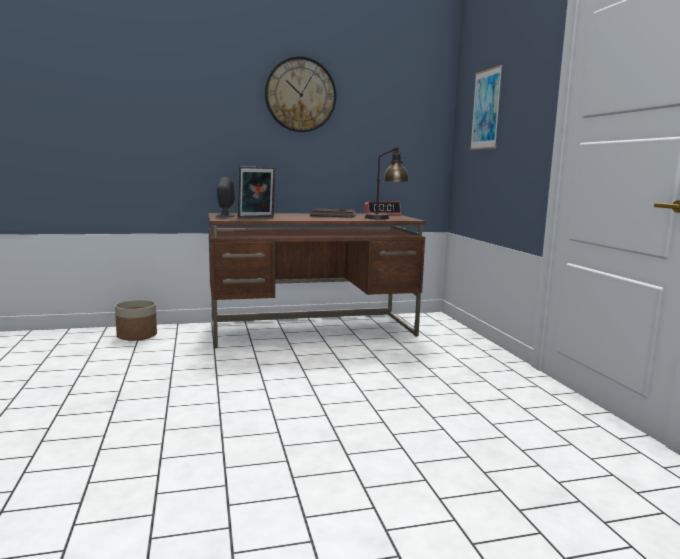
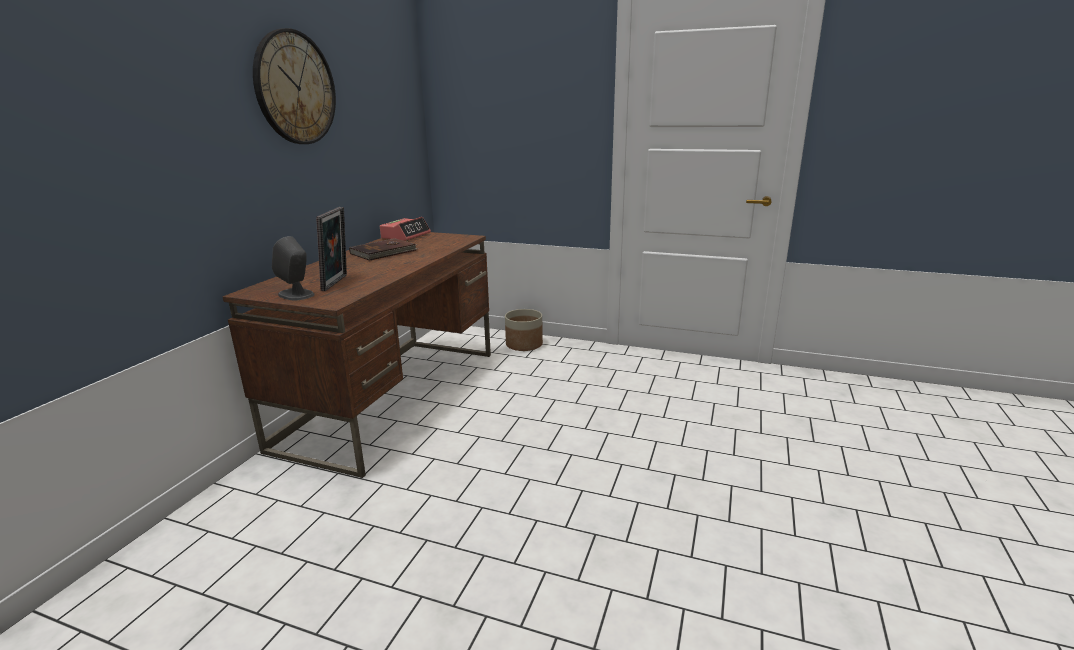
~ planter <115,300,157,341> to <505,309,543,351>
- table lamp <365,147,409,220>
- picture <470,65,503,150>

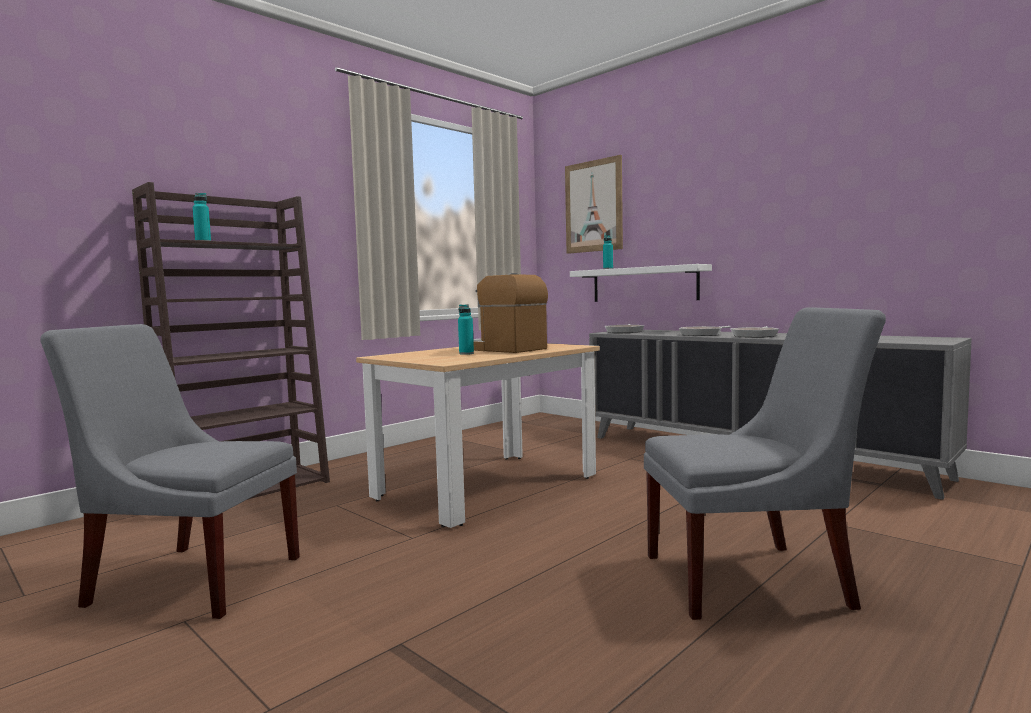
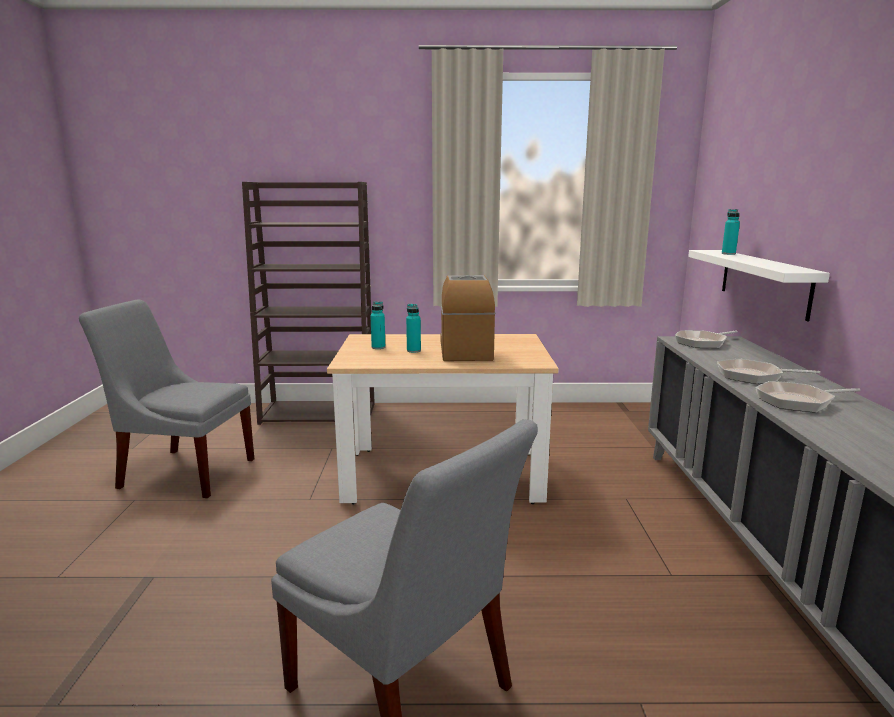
~ chair (grey) <40,324,300,619> = <79,299,254,498> 45 degrees counterclockwise
~ bottle (turquoise) <193,193,211,241> to <370,301,385,349>
- picture <565,155,623,254>

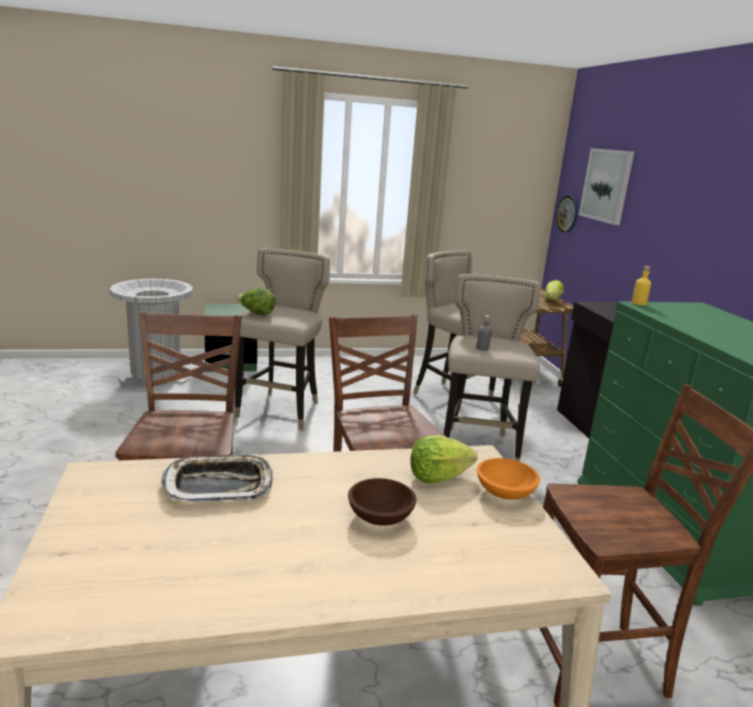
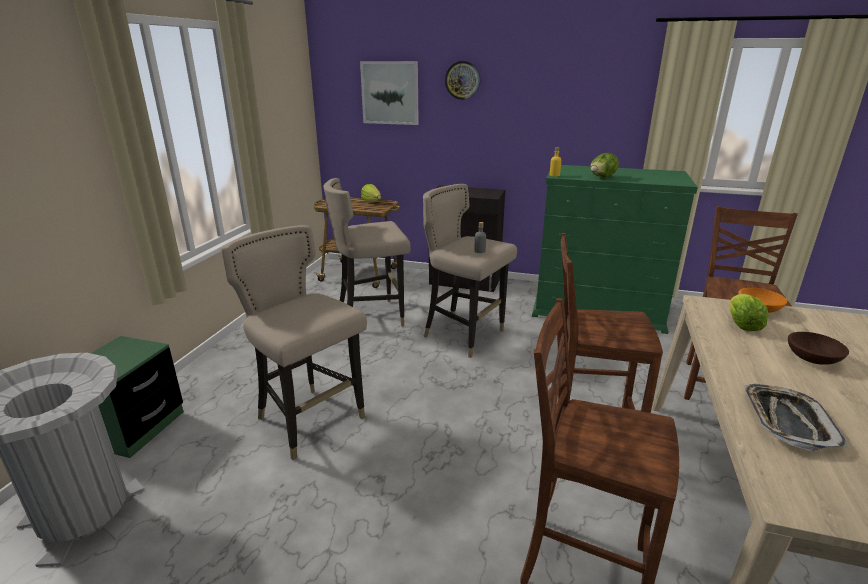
~ lettuce <236,288,275,315> to <590,153,619,177>
~ wall clock <556,195,578,233> to <445,61,481,100>

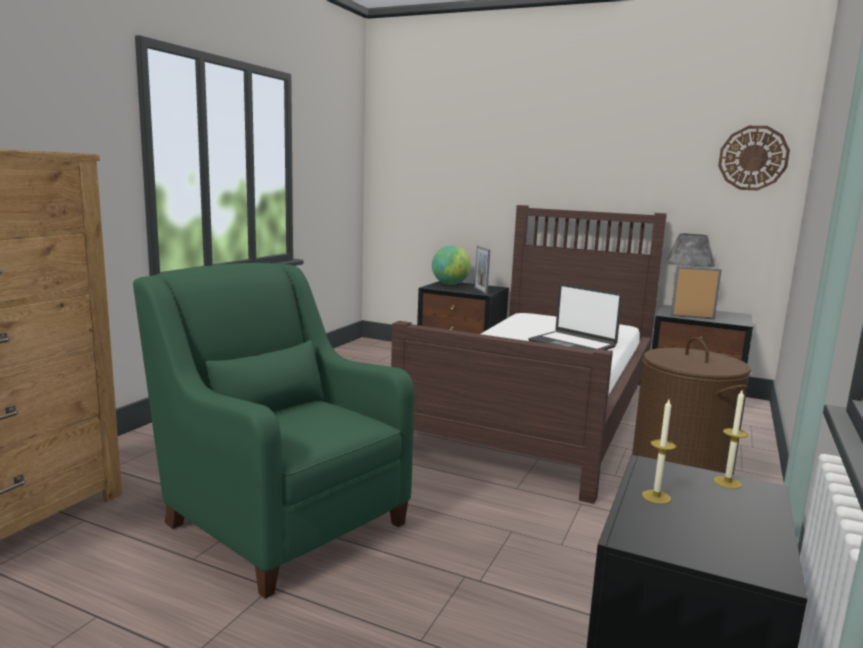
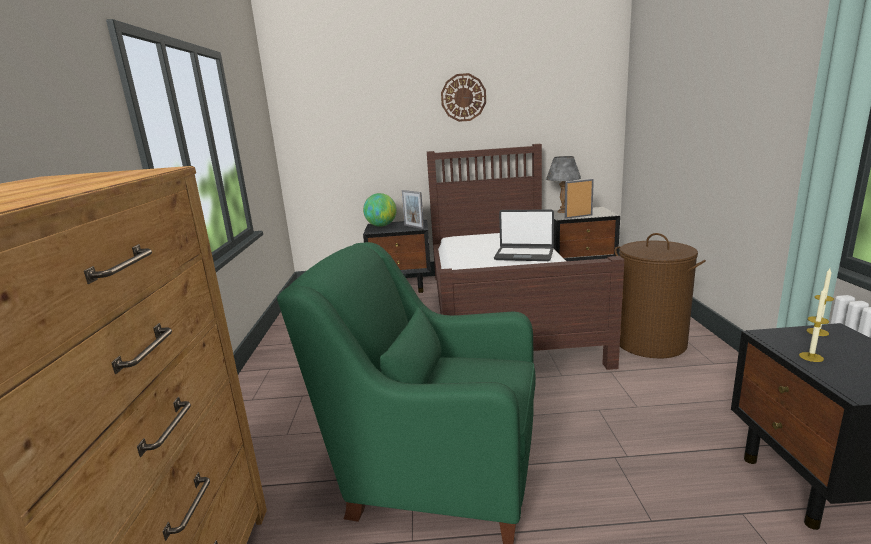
~ wall clock <718,126,790,191> to <441,73,486,122>

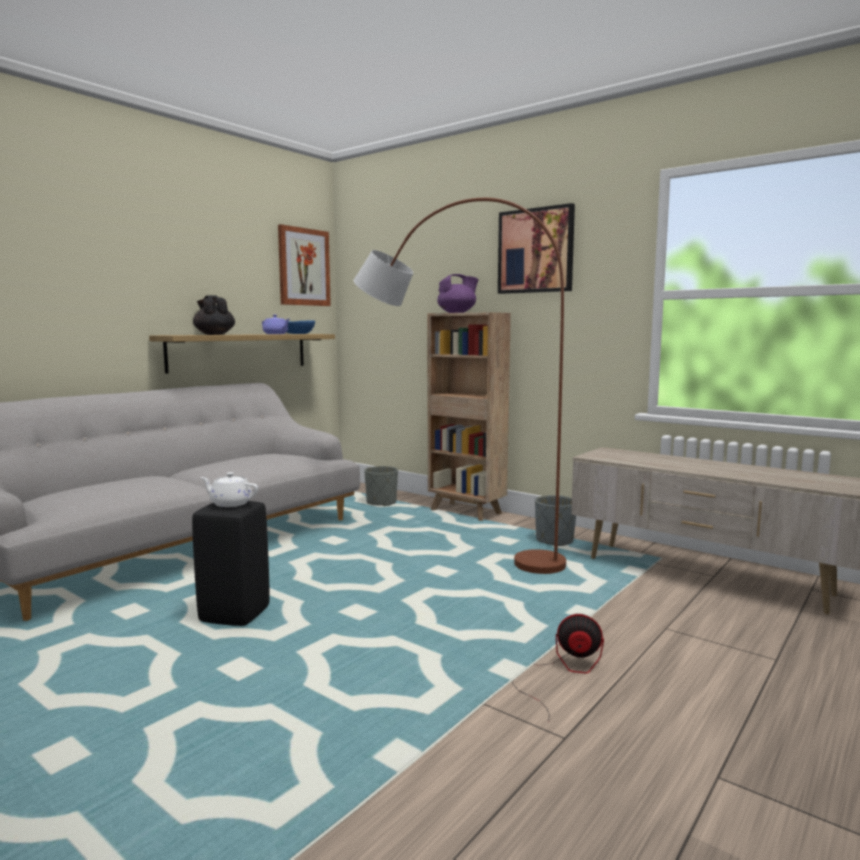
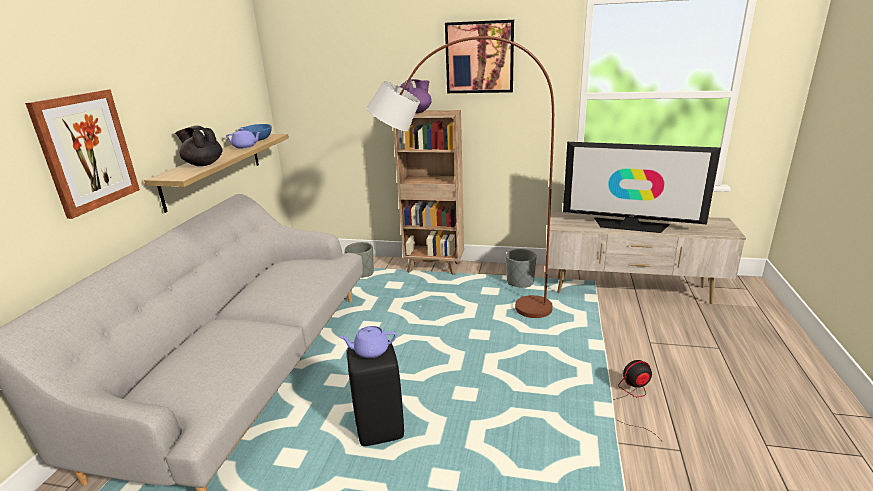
~ teapot (white) <200,472,258,507> to teapot (purple) <339,326,397,358>
~ picture <278,224,331,306> to <25,89,140,219>
+ television <563,142,721,233>

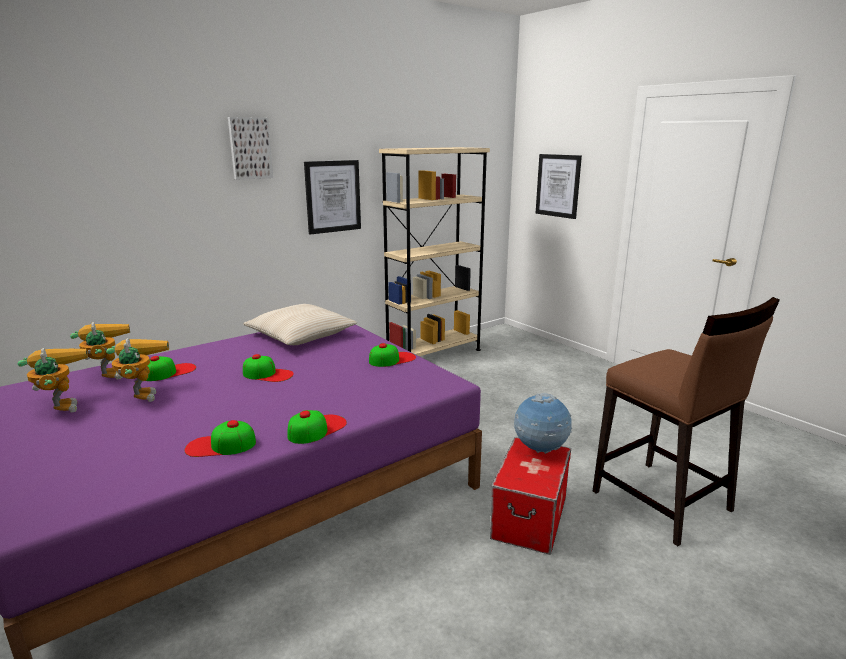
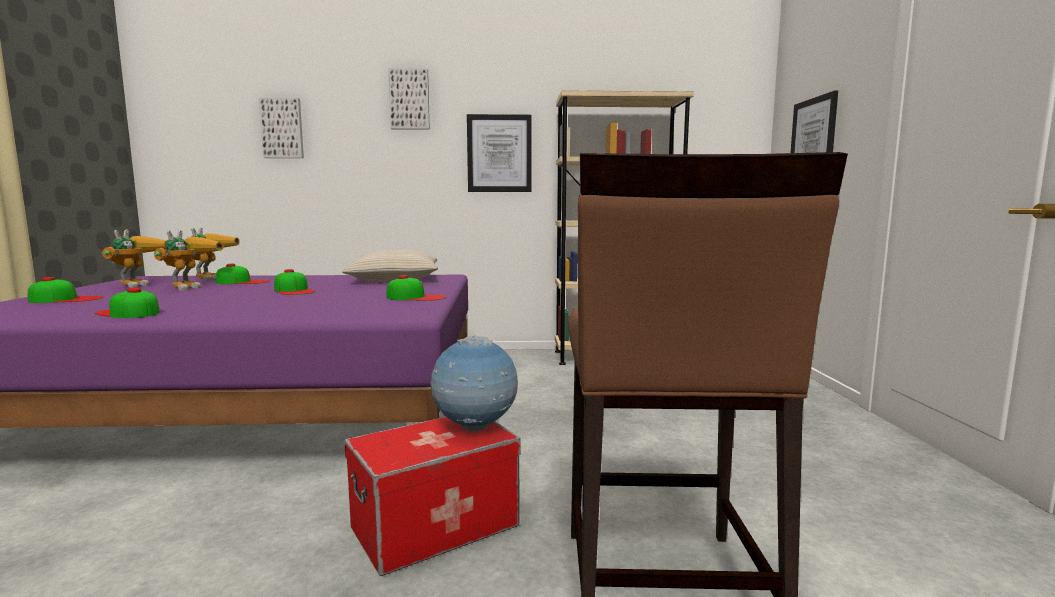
~ cap <287,410,347,444> to <28,277,104,303>
+ picture <259,98,304,158>

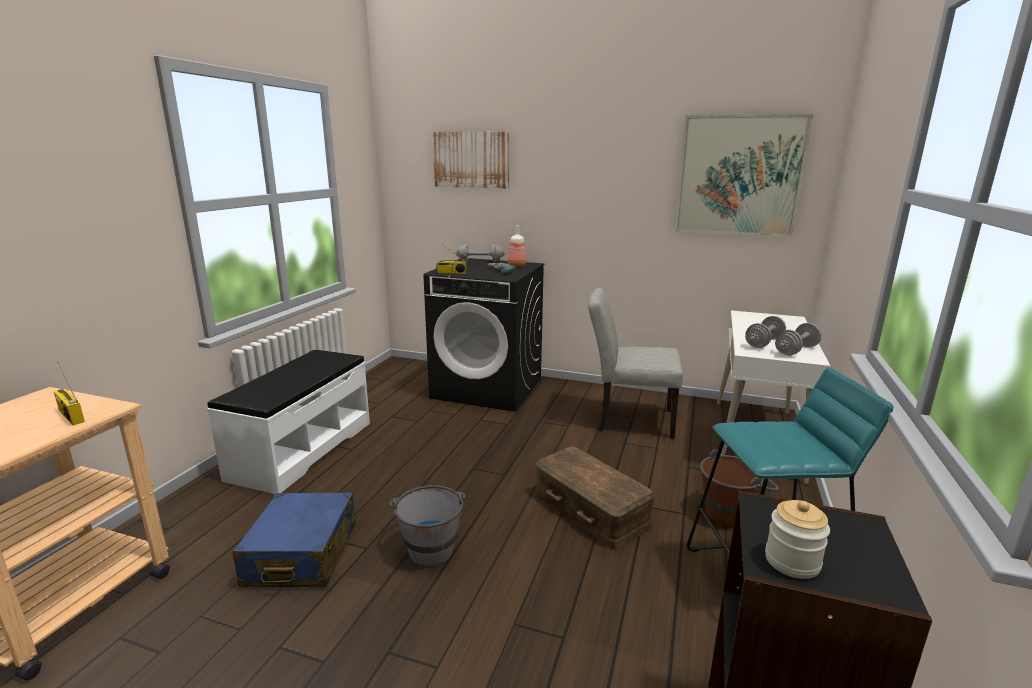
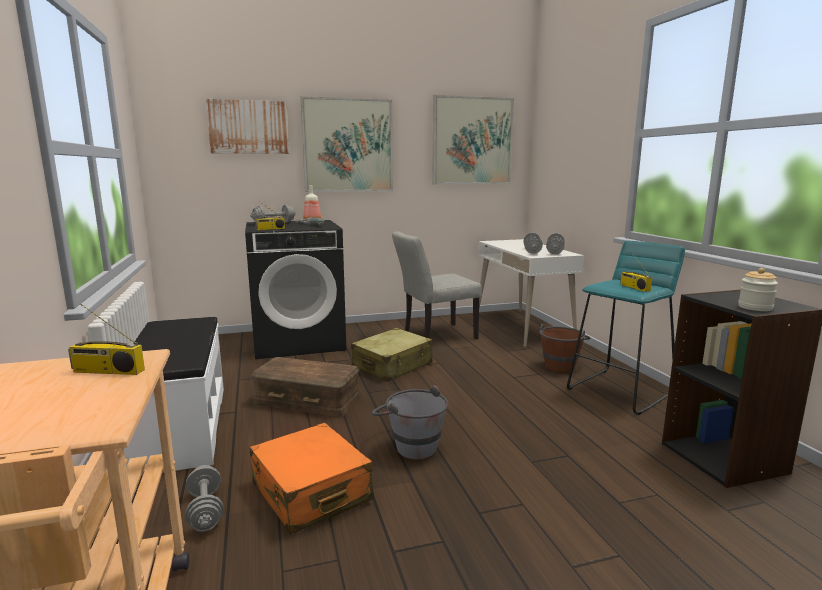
~ suitcase (blue) <232,492,356,587> to suitcase (orange) <250,423,374,535>
~ storage box (brown) <535,446,656,550> to <251,357,360,417>
+ dumbbell (grey) <185,465,224,532>
+ picture <300,96,393,192>
+ suitcase (beige) <351,328,433,382>
+ radio <620,256,652,292>

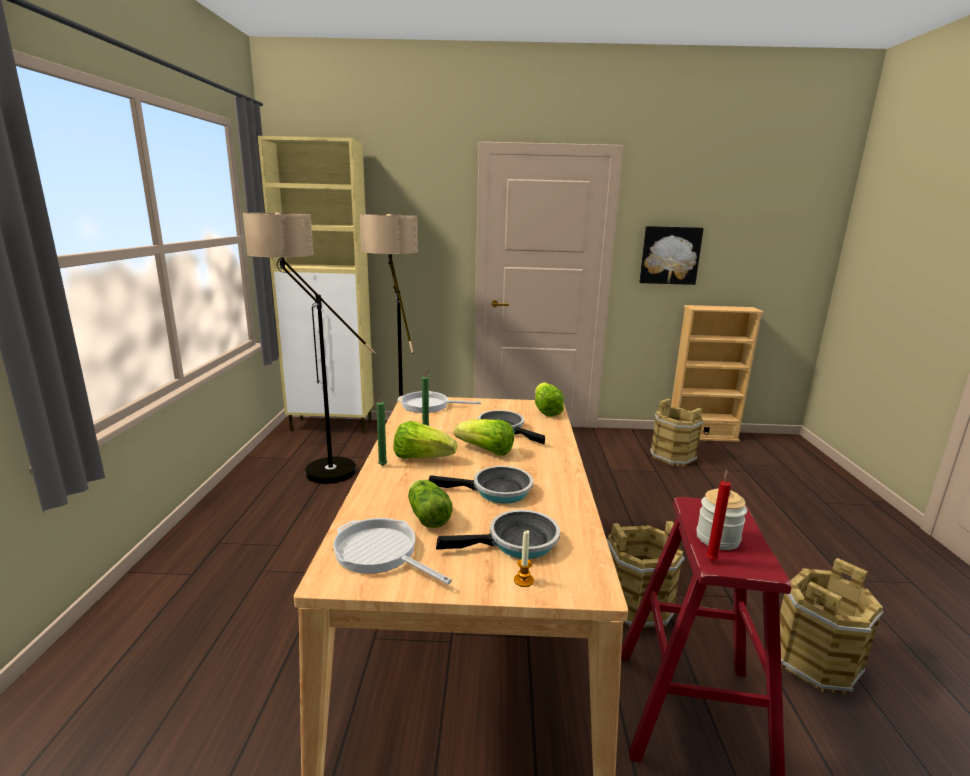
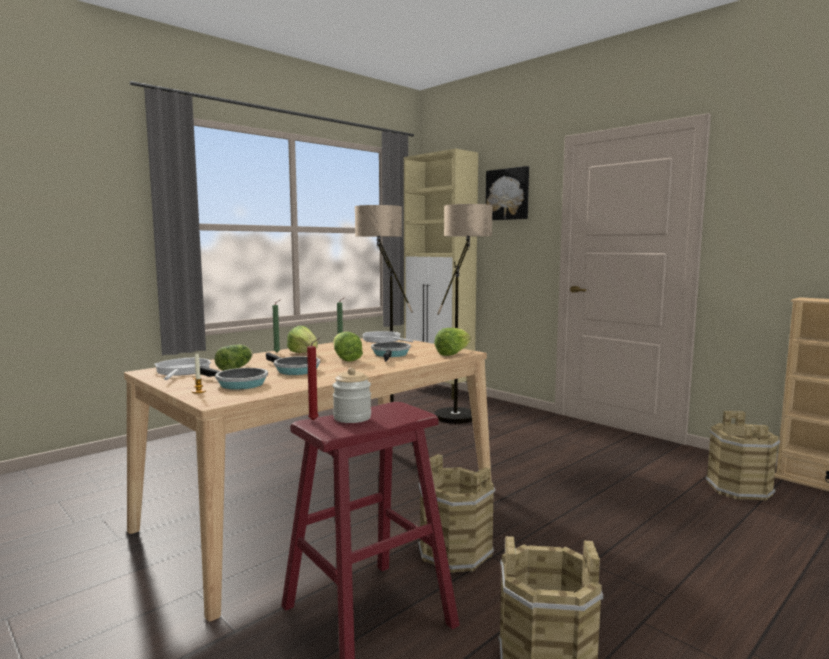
~ picture <640,226,704,285> to <486,166,529,220>

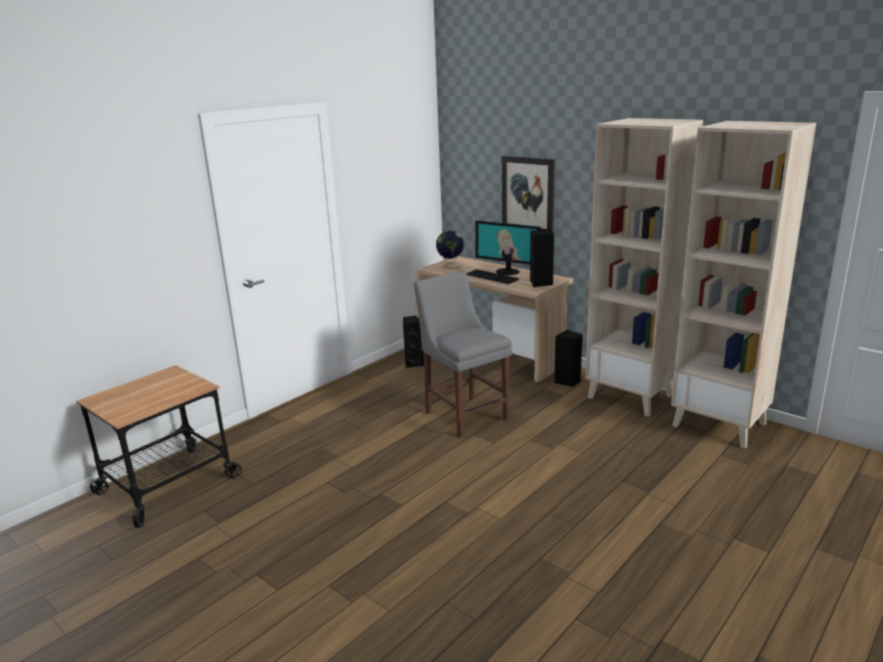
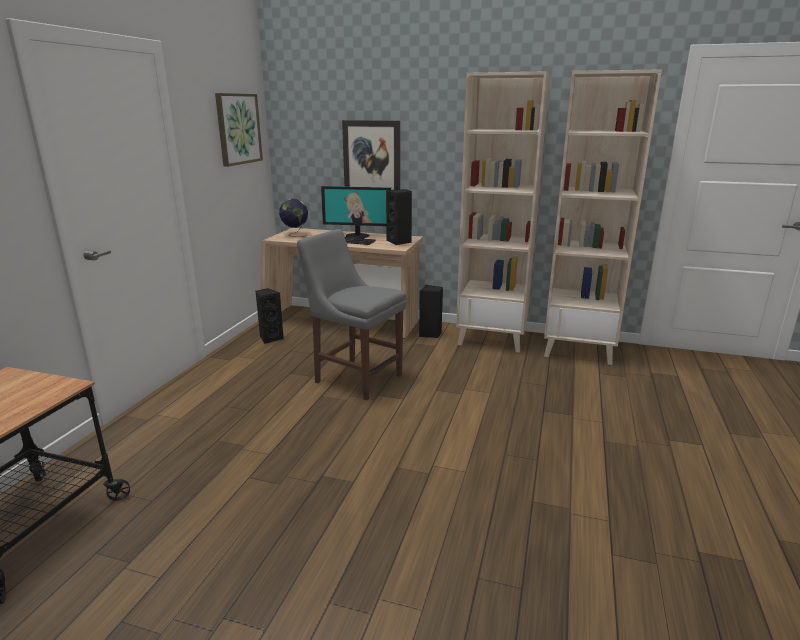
+ picture <215,93,263,167>

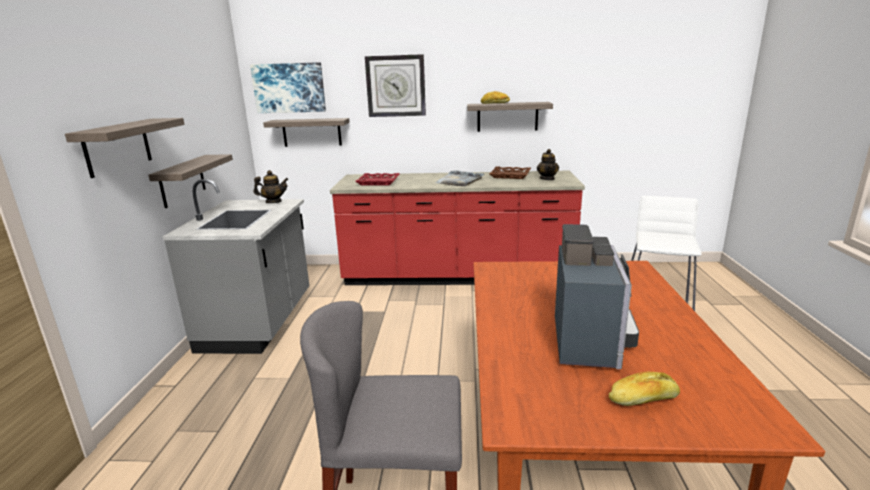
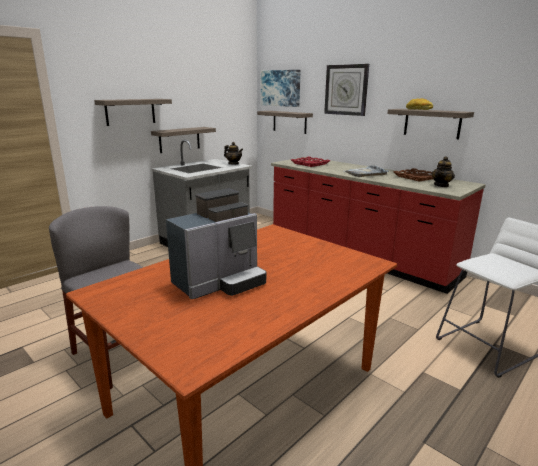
- bread <609,372,680,406>

